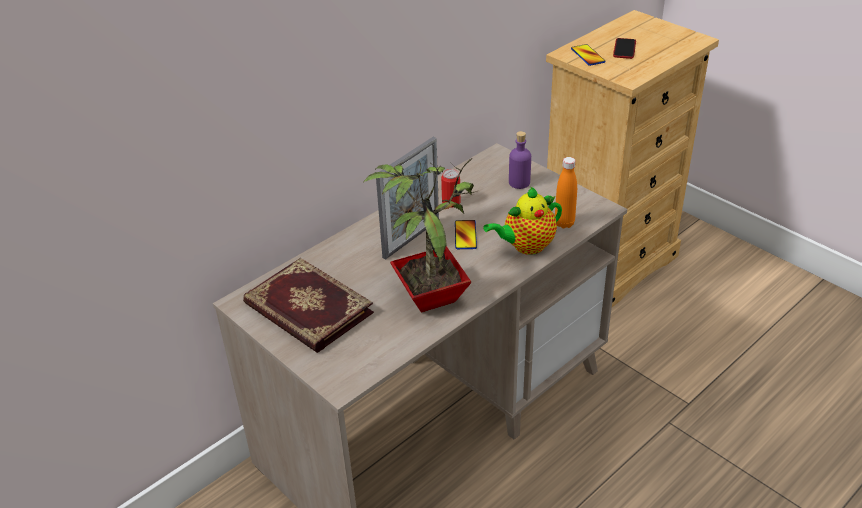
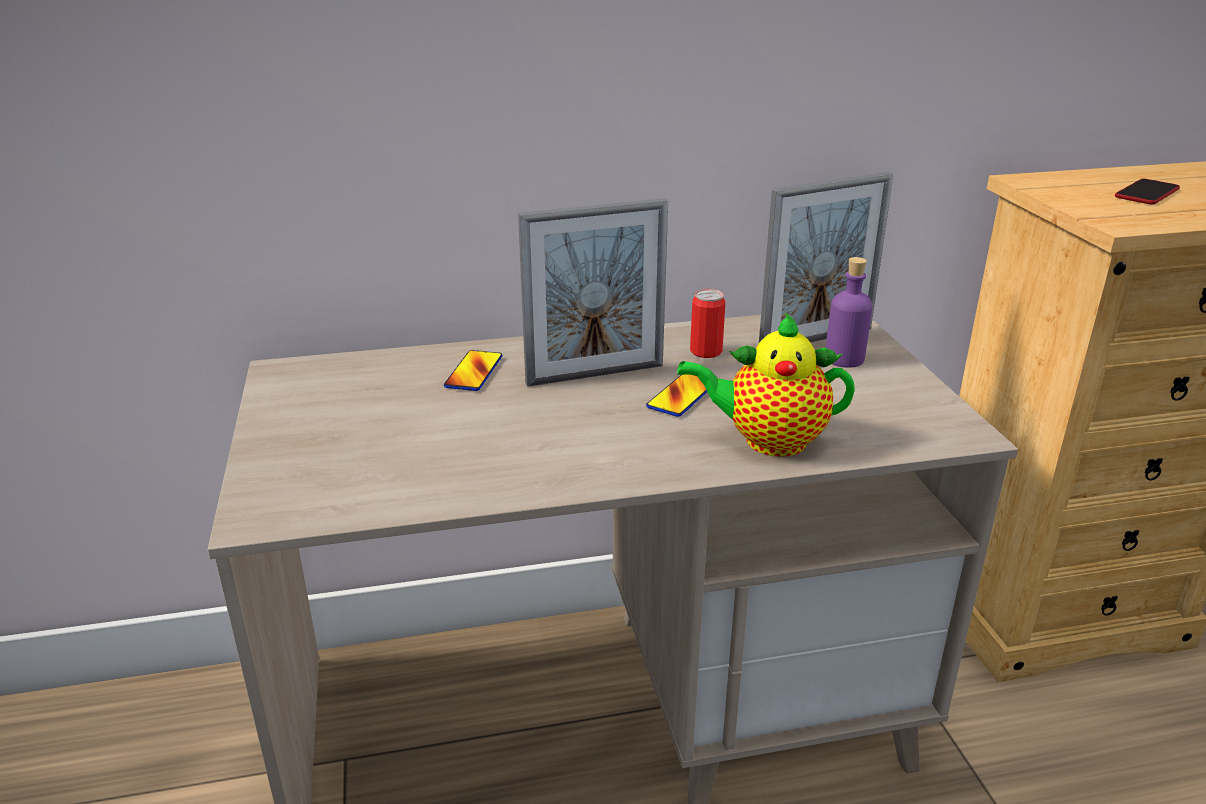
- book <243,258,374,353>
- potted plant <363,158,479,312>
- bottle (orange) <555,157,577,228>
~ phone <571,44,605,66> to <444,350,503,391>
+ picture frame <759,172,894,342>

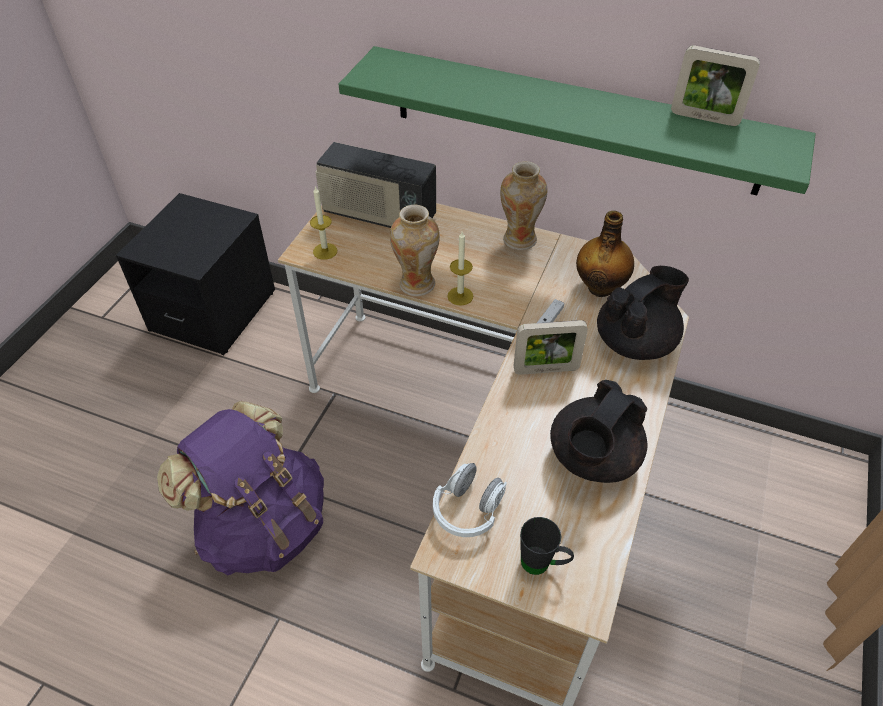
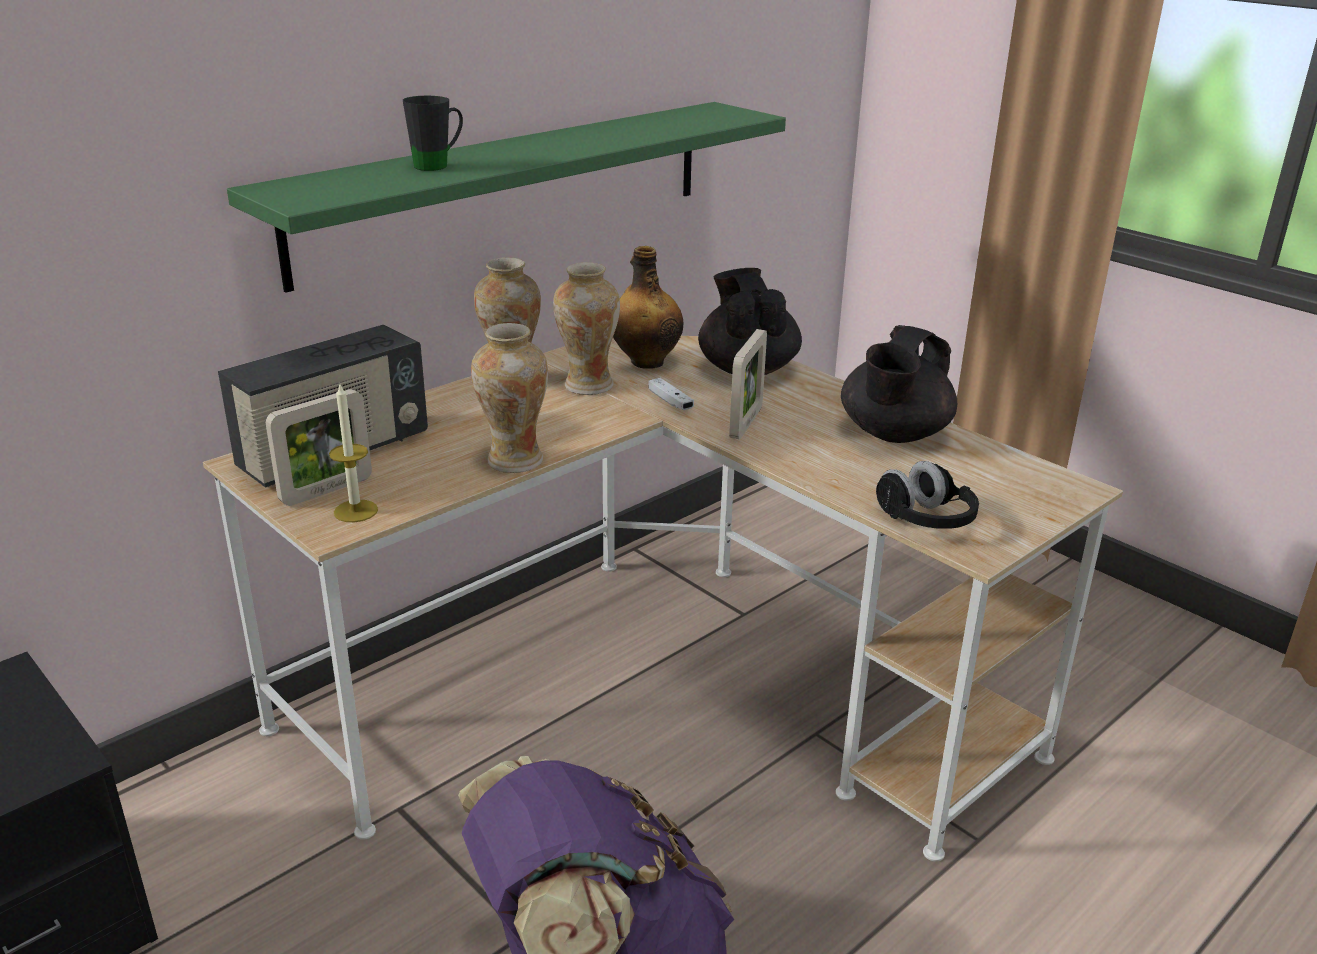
~ headphones (white) <433,463,507,537> to headphones (black) <876,461,979,529>
- candle <447,232,473,306>
~ mug (black) <520,517,574,575> to <403,96,463,171>
~ teapot (black) <550,380,648,483> = <841,325,957,443> 60 degrees clockwise
~ picture frame <671,46,760,126> to <266,389,372,506>
+ vase <553,262,620,395>

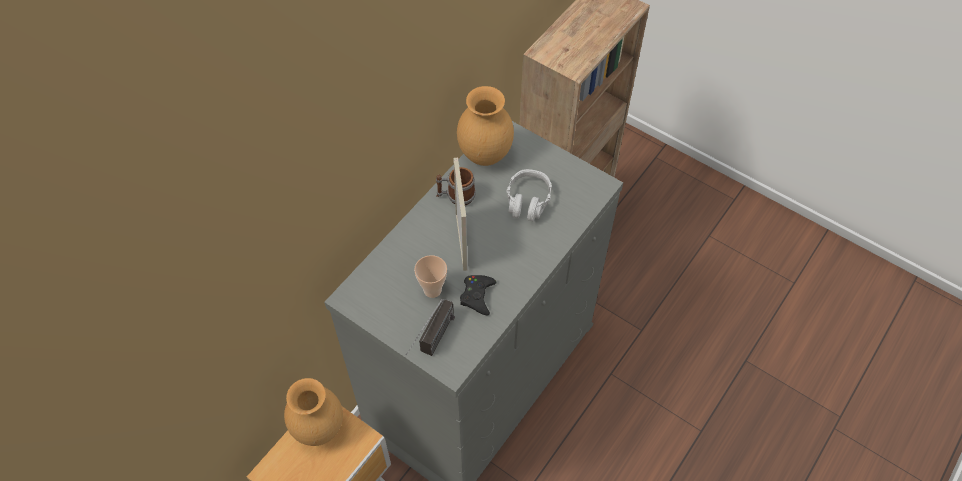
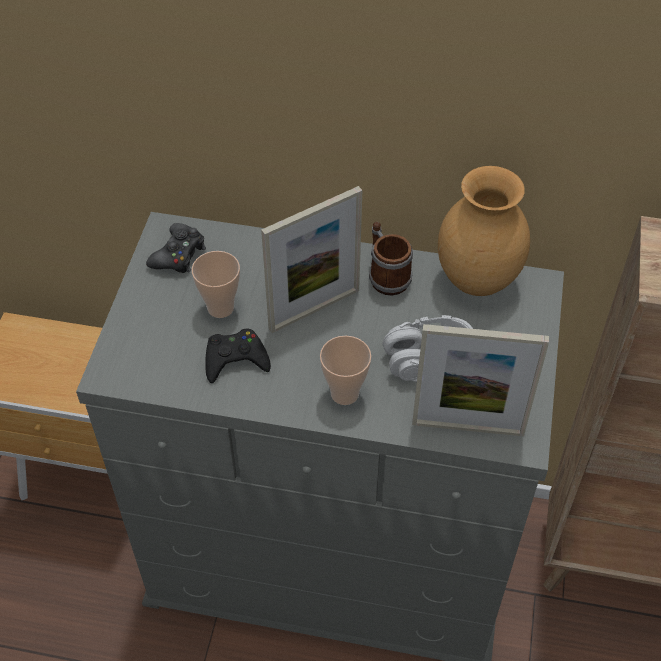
- vase (brown) <284,378,343,446>
- radio <406,299,455,356>
+ game controller (black) <146,223,206,273>
+ cup <320,336,372,405>
+ picture frame <412,324,549,436>

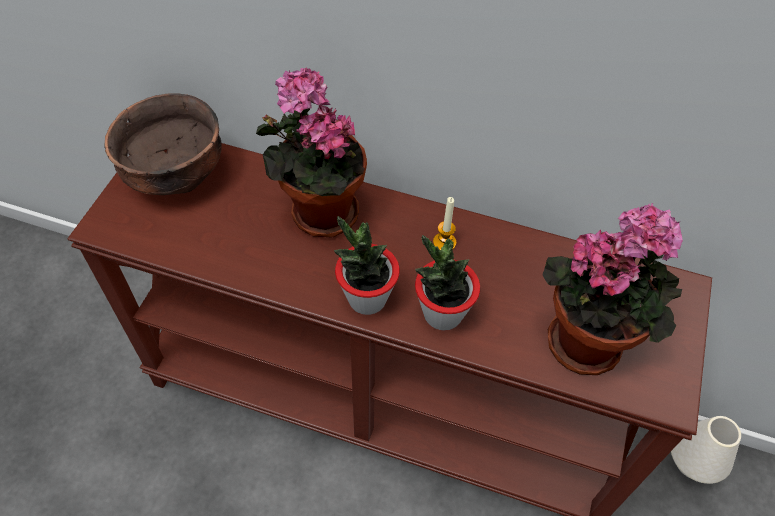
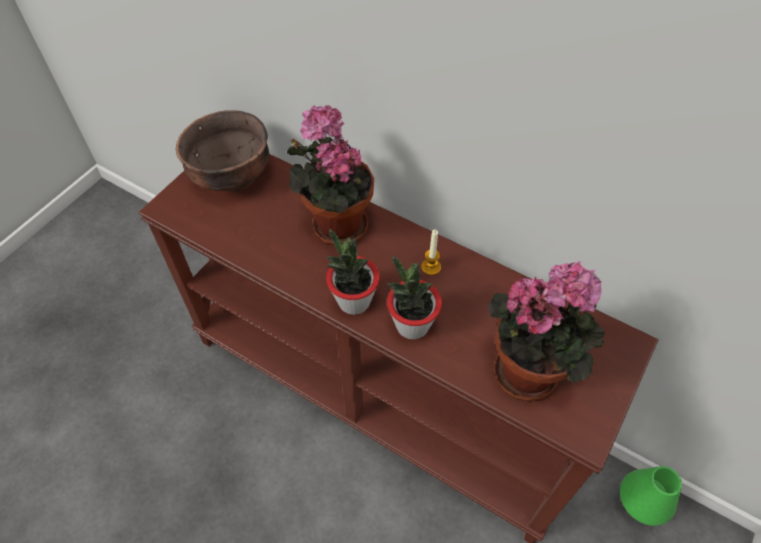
~ vase (white) <671,416,741,484> to vase (green) <620,466,682,526>

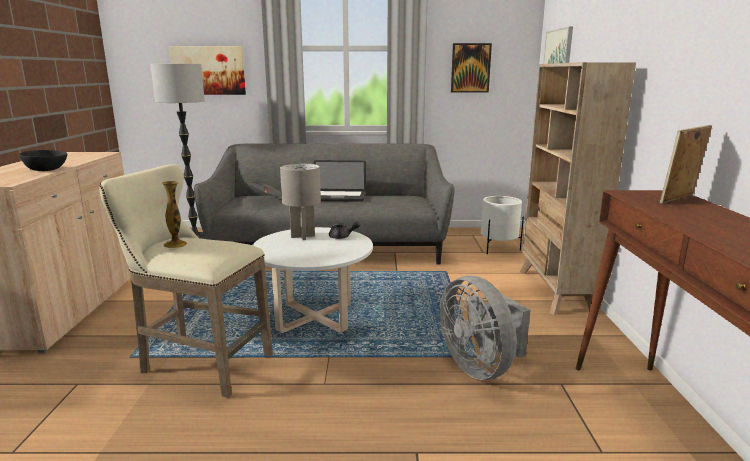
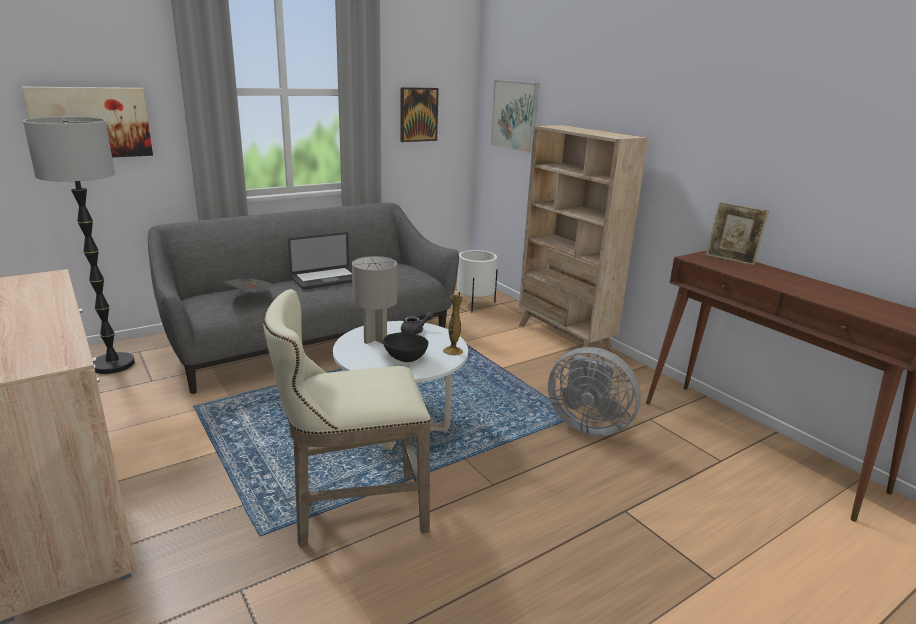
~ bowl (black) <19,150,67,171> to <383,332,428,362>
~ vase <162,181,187,248> to <443,295,464,355>
~ picture frame <660,125,712,204> = <706,202,769,266> 75 degrees counterclockwise

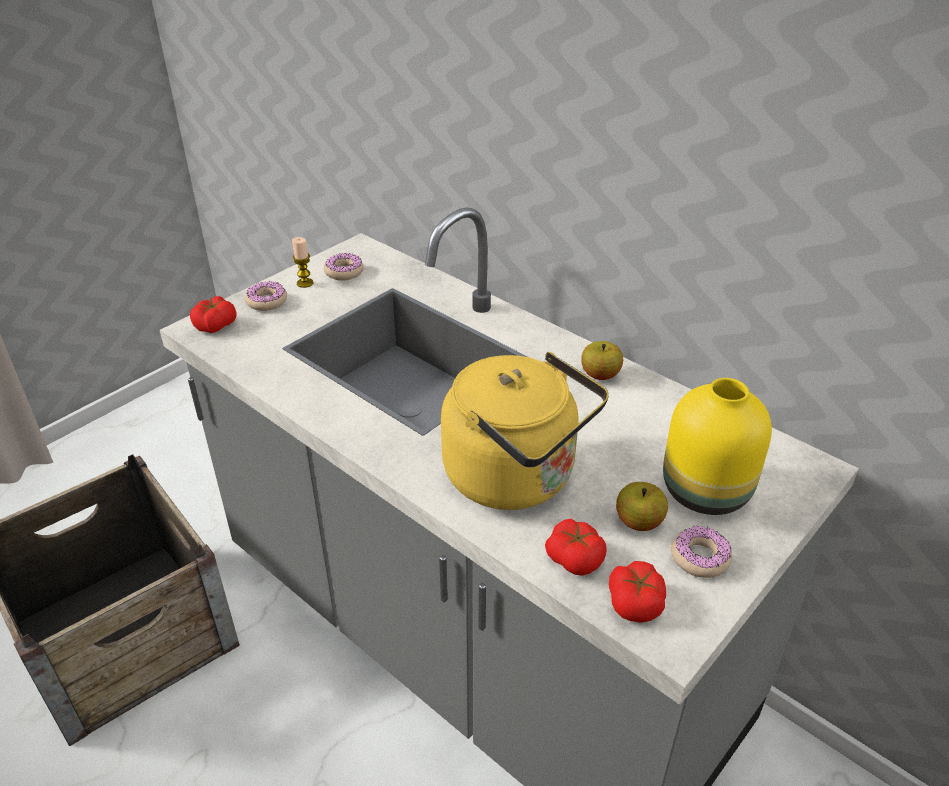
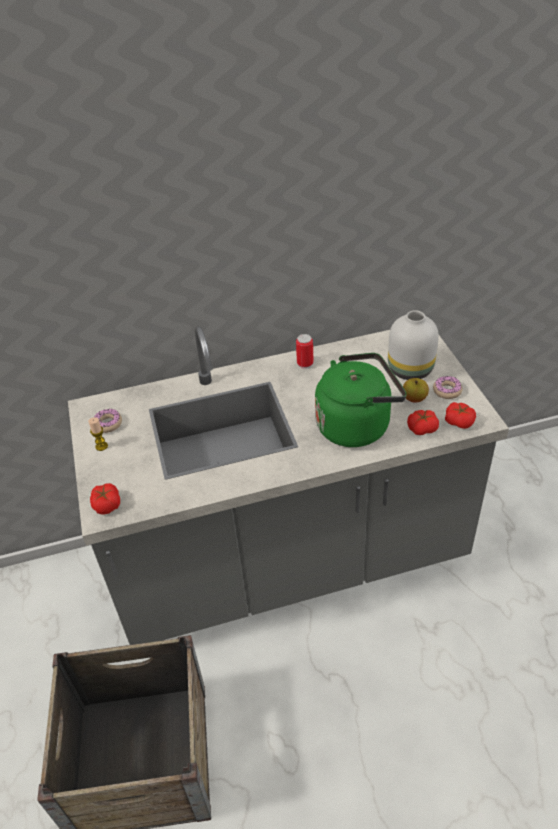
- donut <245,281,287,311>
~ kettle (yellow) <441,352,609,510> to kettle (green) <315,353,407,447>
~ apple <581,341,623,380> to can <296,334,314,369>
~ vase (yellow) <663,378,772,515> to vase (white) <388,310,439,380>

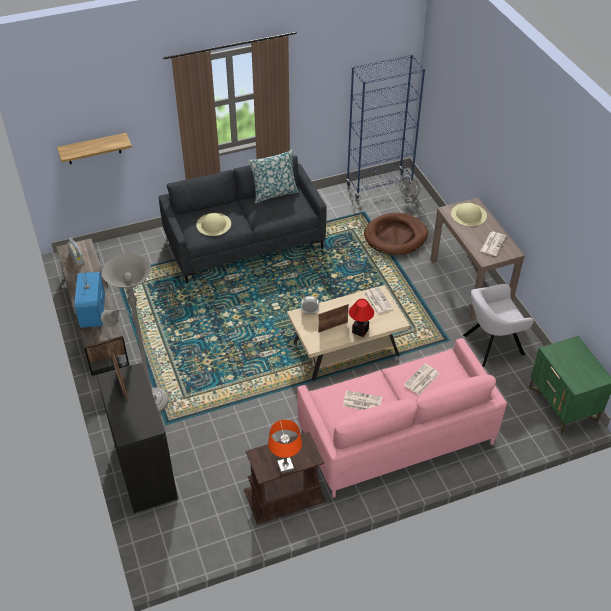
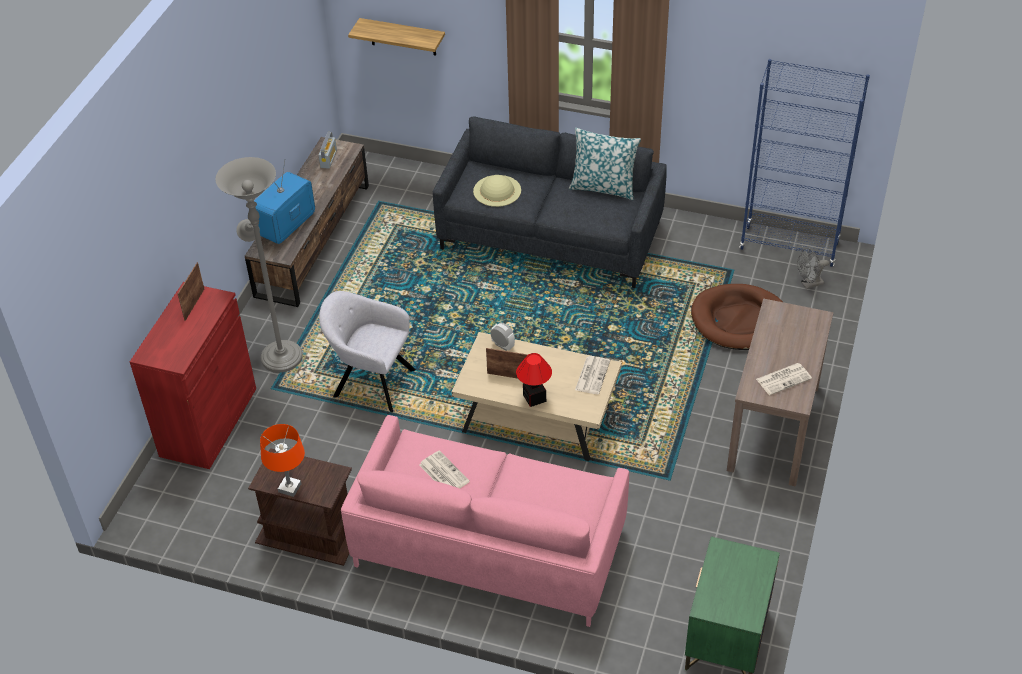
~ cabinet (black) <97,363,178,513> to cabinet (red) <130,282,256,469>
- newspaper <404,363,439,395>
- hat (beige) <451,203,487,227>
~ armchair (grey) <463,284,534,367> to <319,291,416,412>

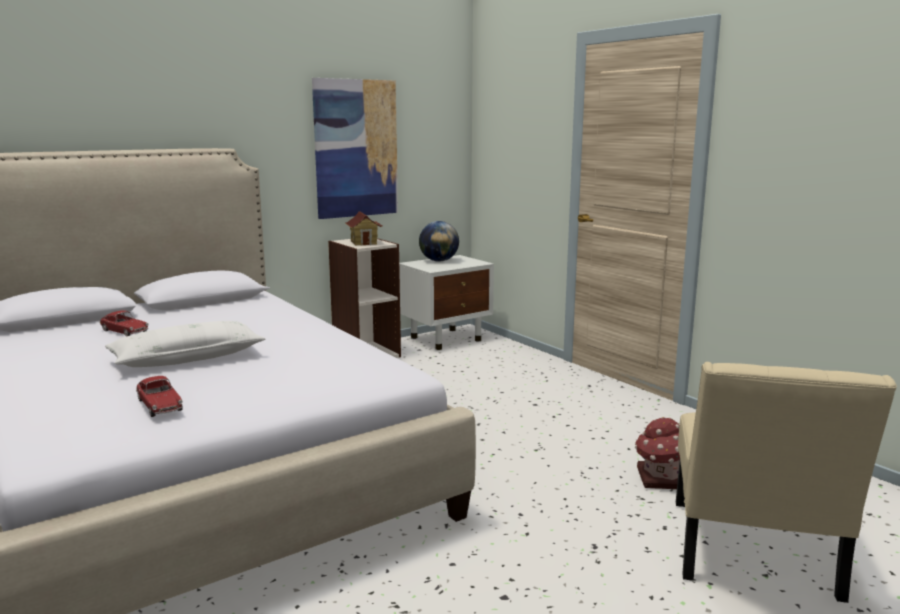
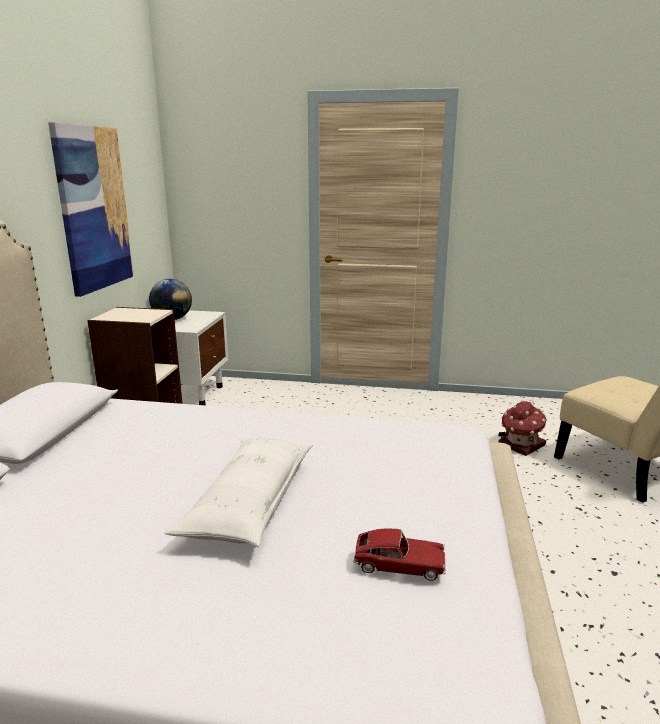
- toy car <100,310,149,337>
- toy house <346,211,382,246>

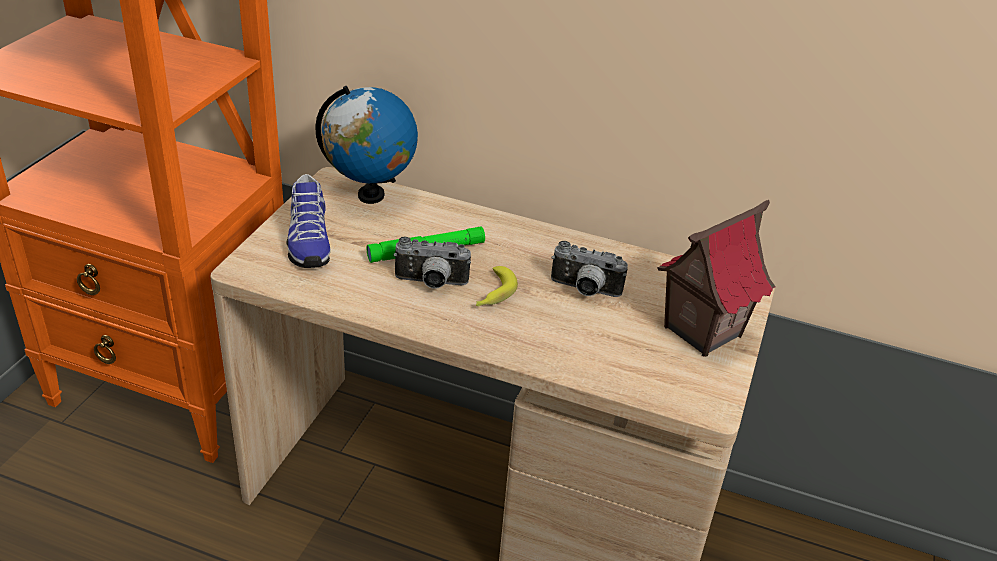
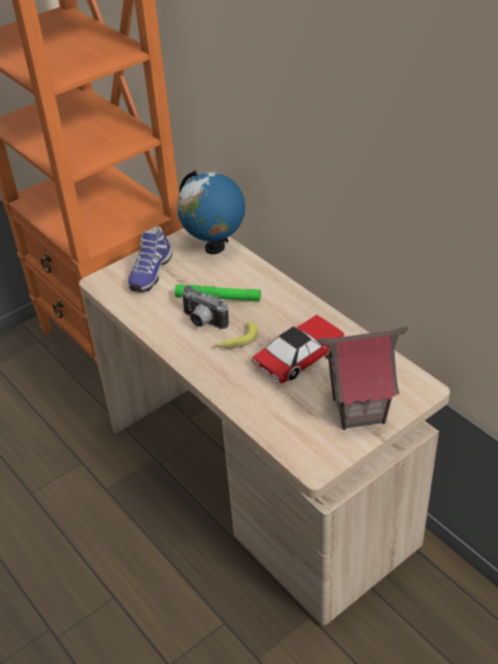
~ photo camera <551,241,628,297> to toy car <252,315,345,384>

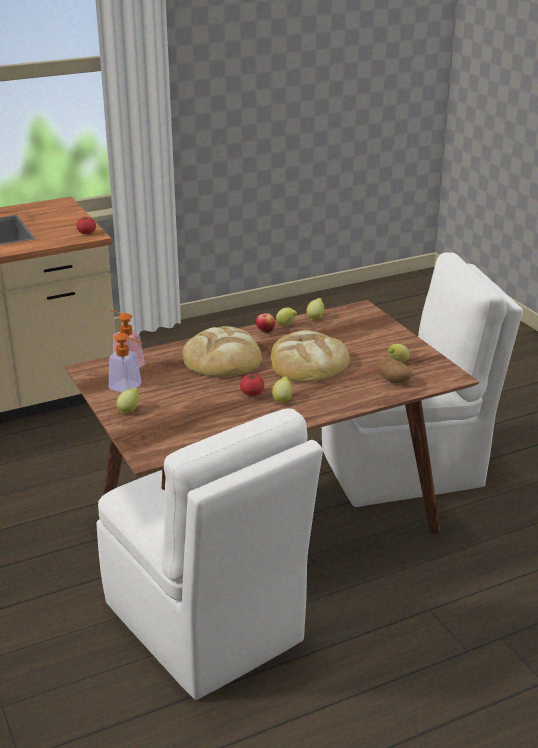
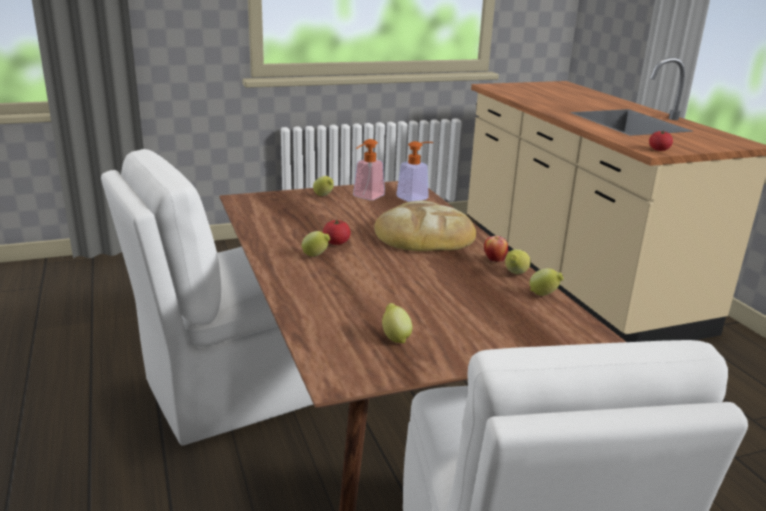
- bread <271,330,350,382>
- potato <378,358,412,383>

